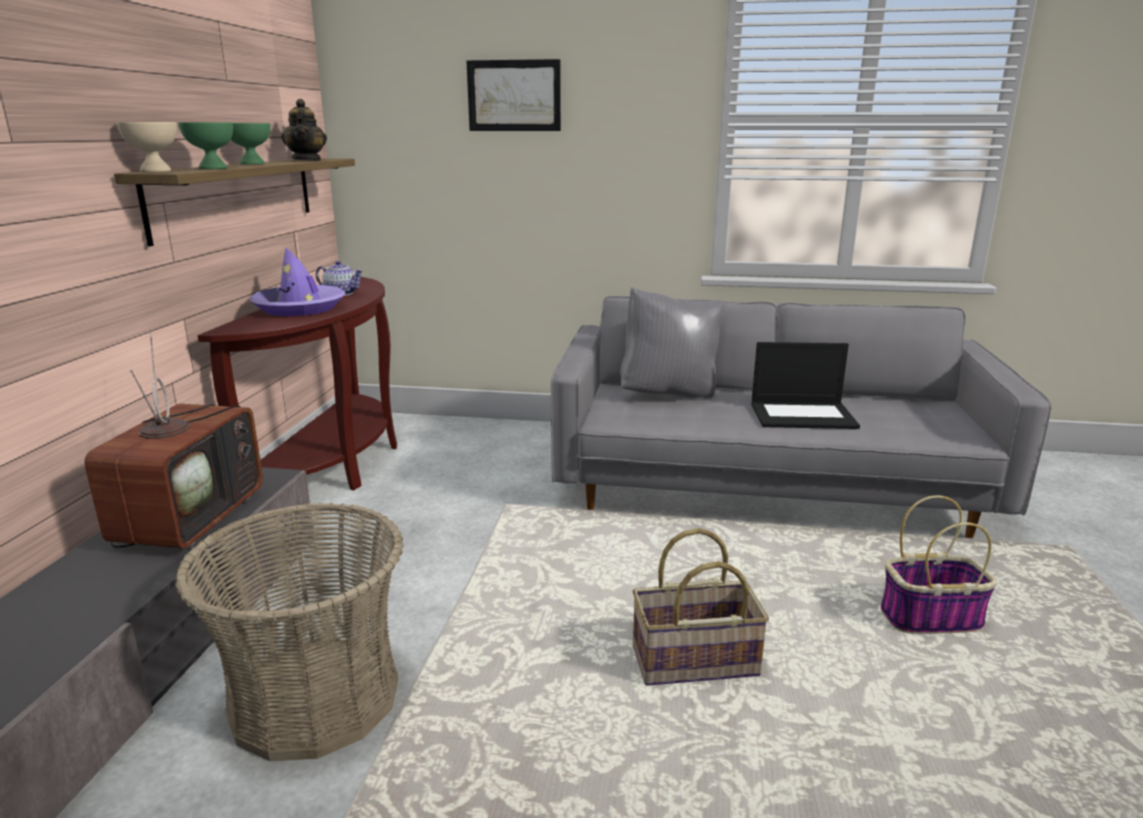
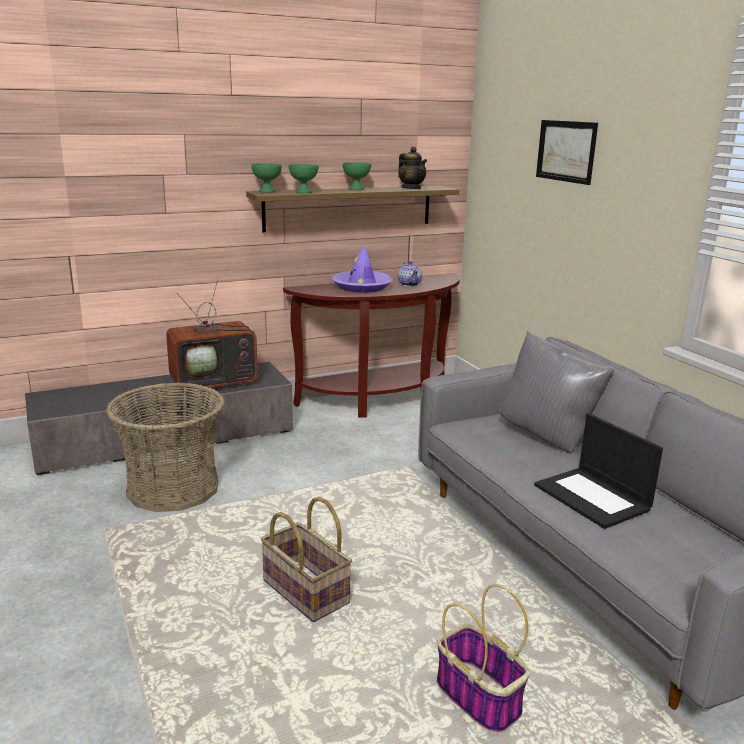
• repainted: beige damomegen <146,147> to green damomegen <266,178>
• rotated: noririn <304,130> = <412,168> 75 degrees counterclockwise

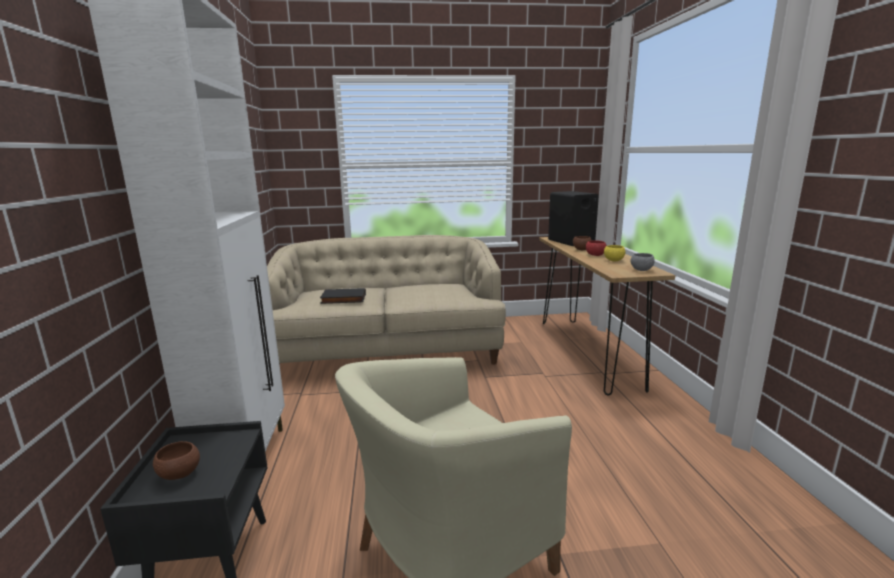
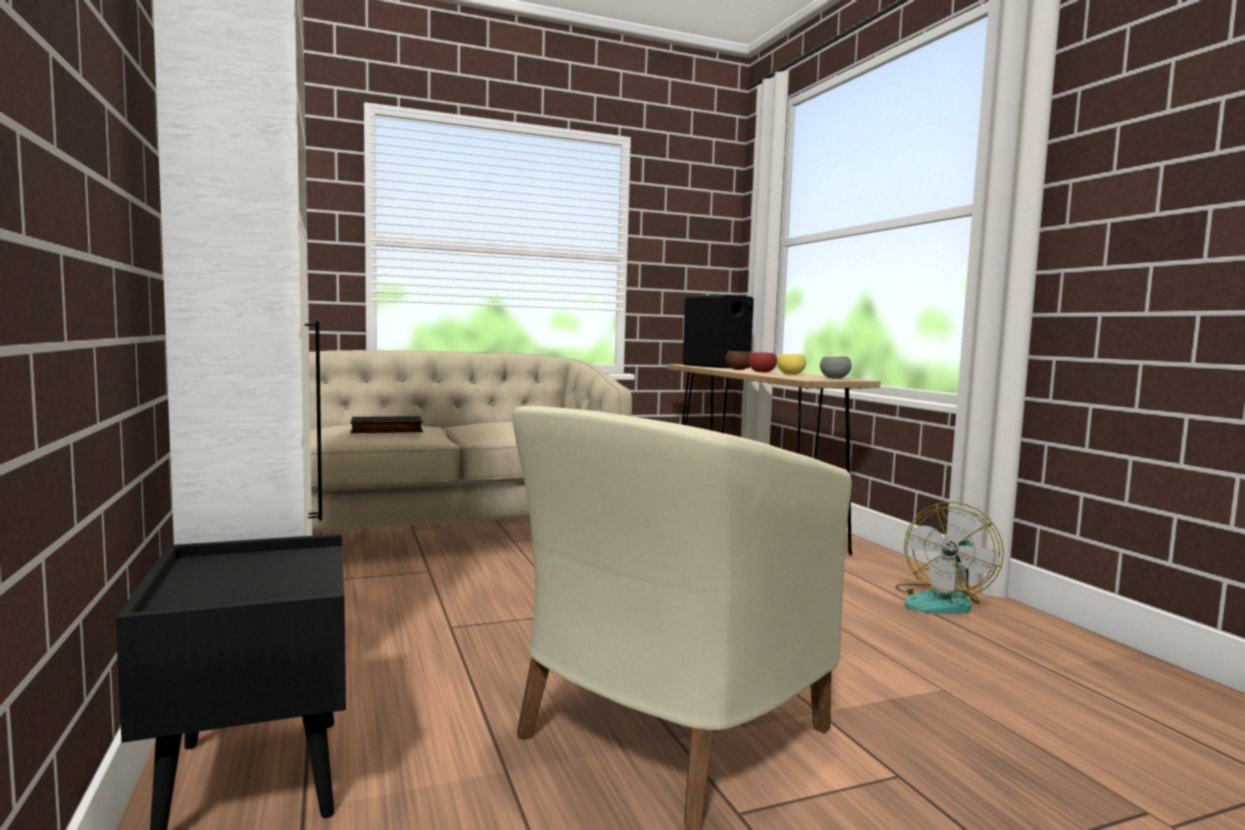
• new: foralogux <949,558>
• gone: brown damomegen <176,460>

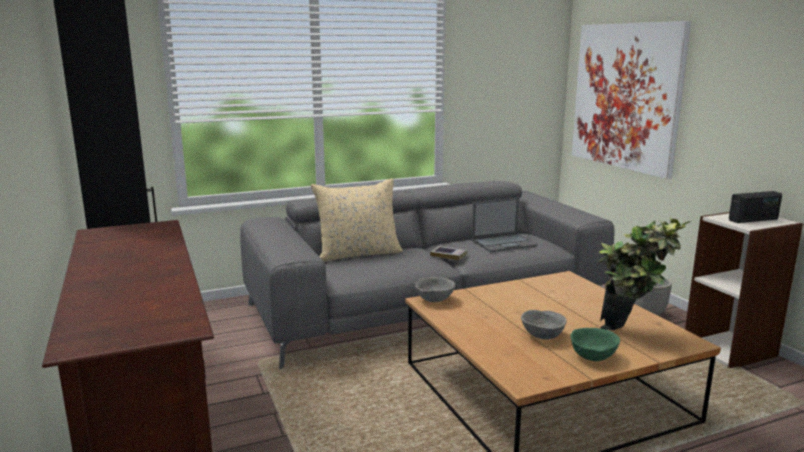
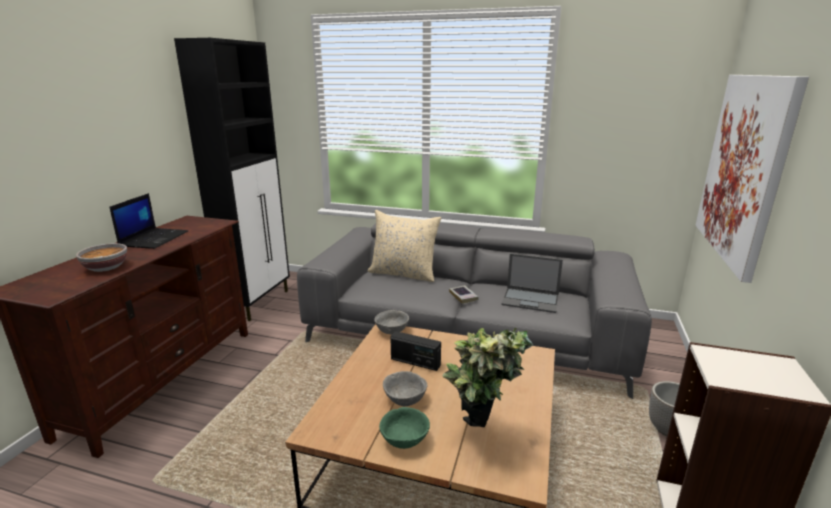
• new: damomegen <101,257>
• new: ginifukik <149,221>
• shifted: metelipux <755,207> to <415,351>

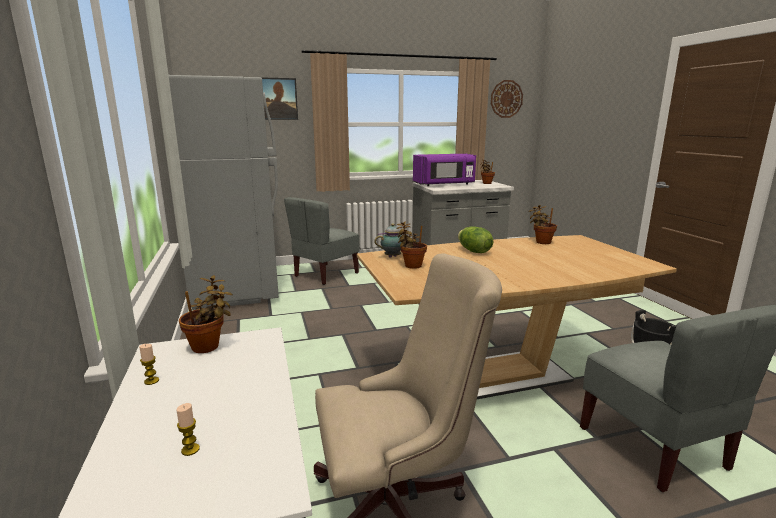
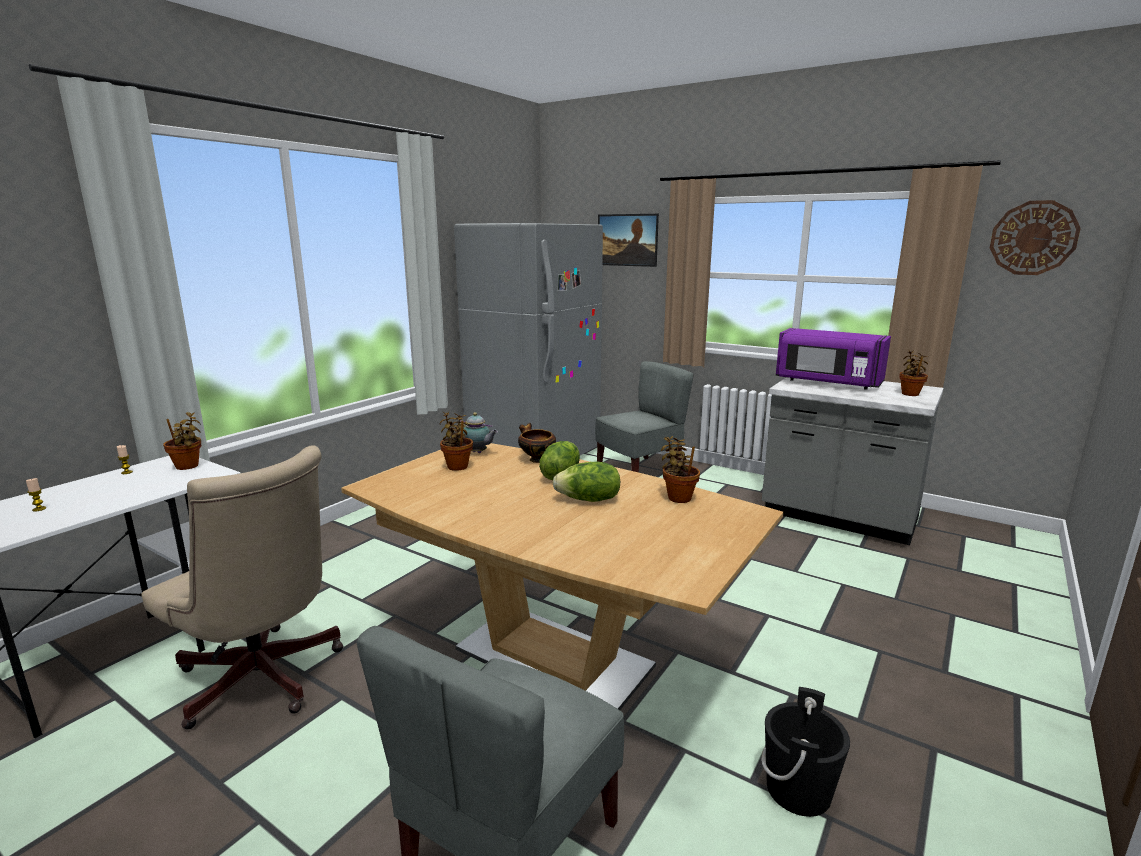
• new: damomegen <537,443>
• new: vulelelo <587,482>
• rotated: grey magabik <322,241> = <644,416> 150 degrees clockwise

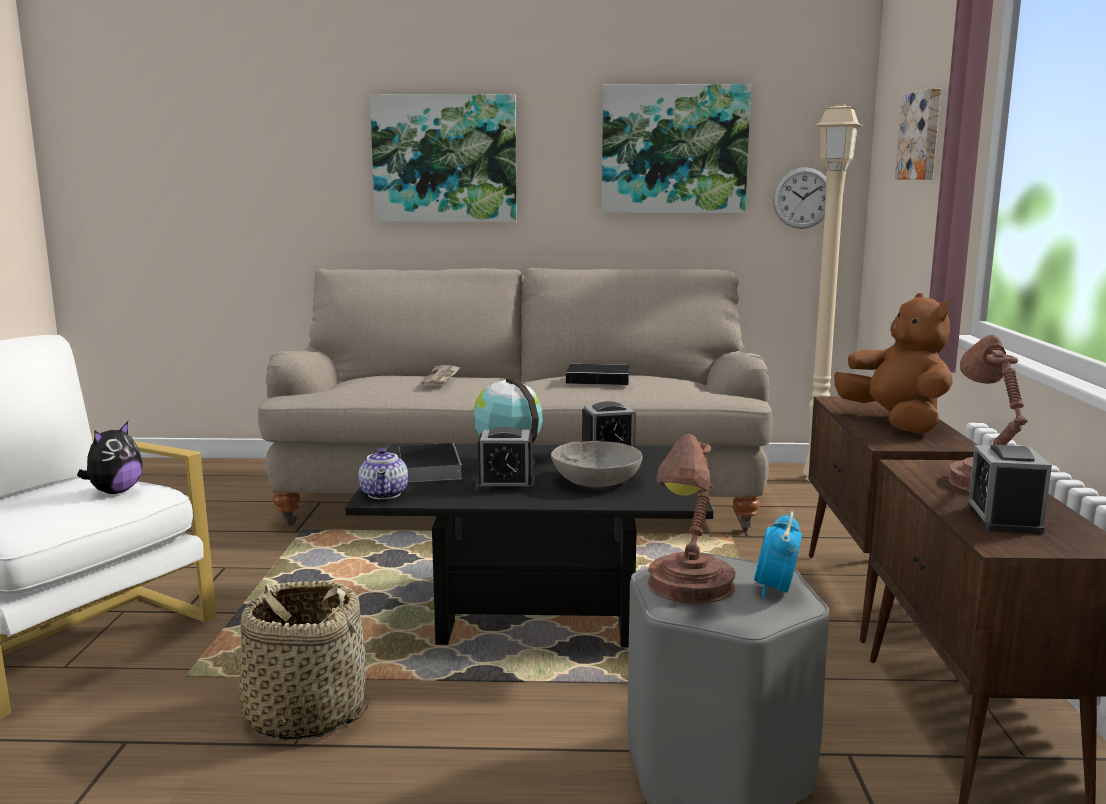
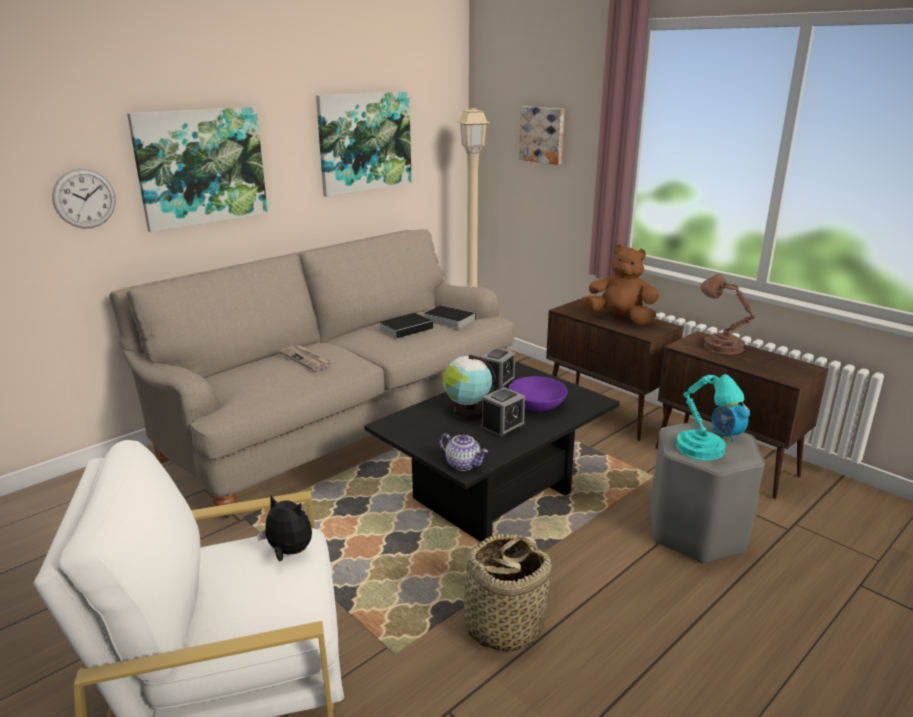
• shifted: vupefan <799,198> to <84,198>
• rotated: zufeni <110,457> = <284,528> 45 degrees counterclockwise
• shifted: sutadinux <430,463> to <450,317>
• repainted: grey damomegen <597,464> to purple damomegen <538,394>
• repainted: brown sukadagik <691,519> to turquoise sukadagik <710,417>
• gone: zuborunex <1009,489>

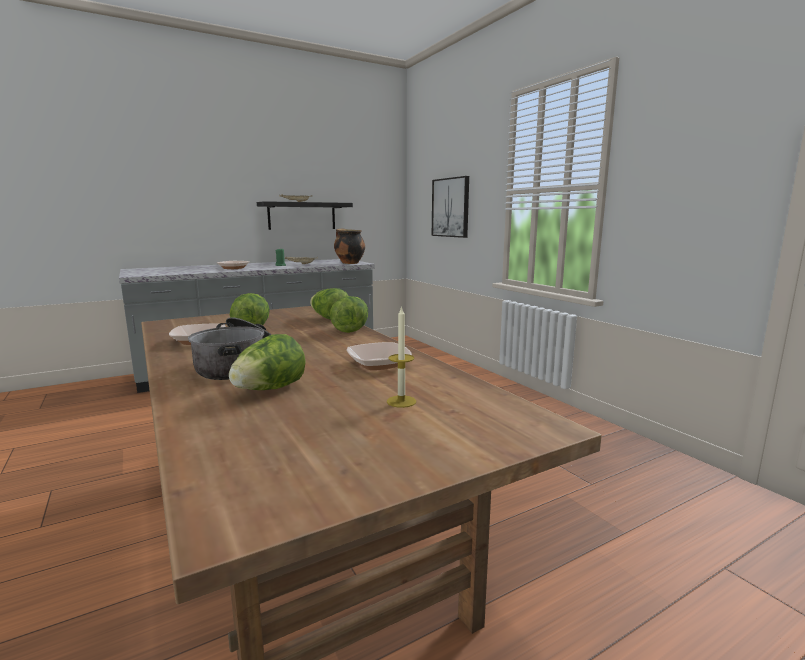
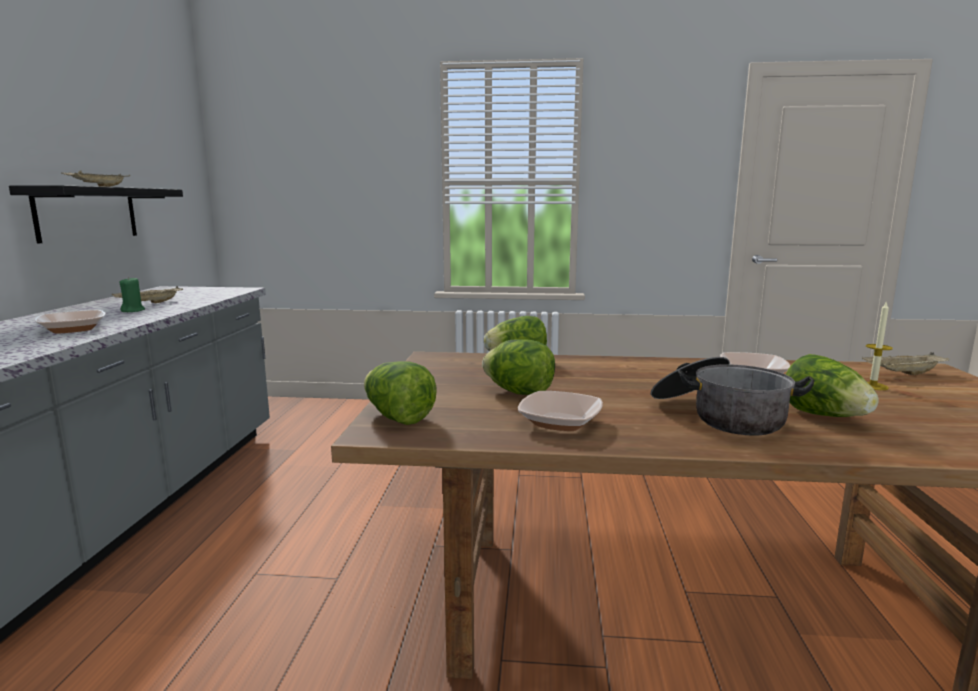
• shifted: vulelelo <349,314> to <400,393>
• new: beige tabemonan <905,363>
• gone: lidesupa <349,246>
• gone: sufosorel <450,207>

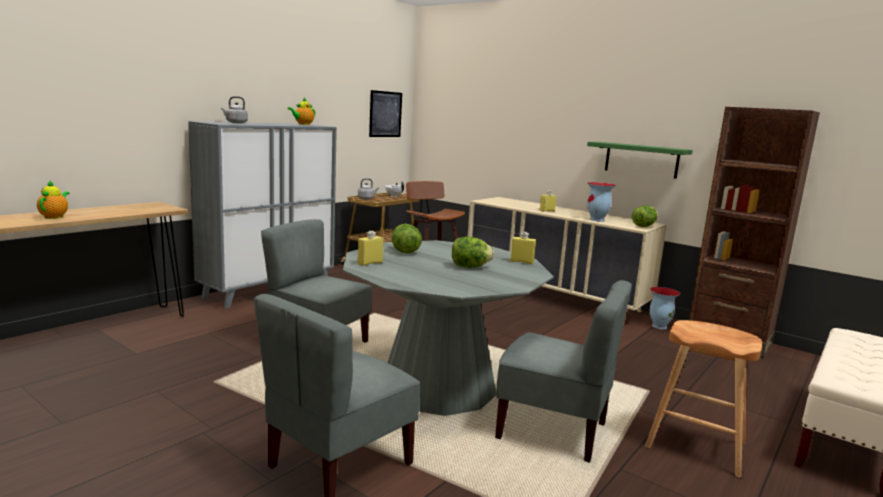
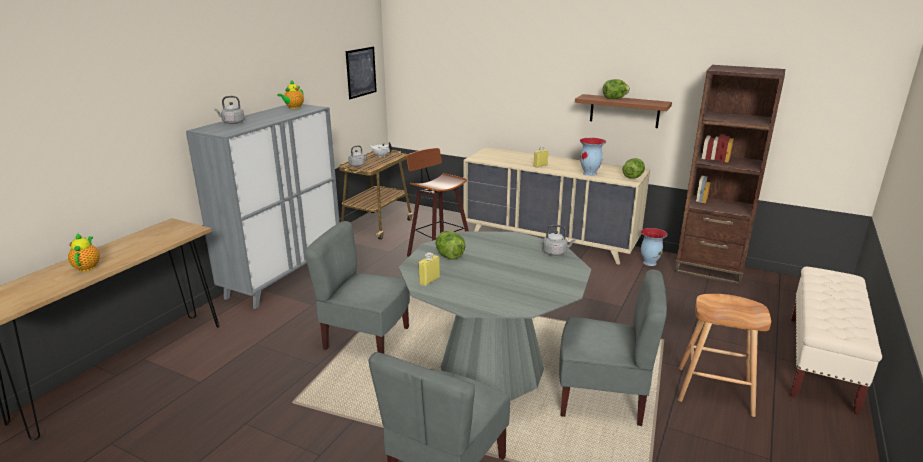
• swapped: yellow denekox <523,248> to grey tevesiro <559,240>
• repainted: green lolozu <640,160> to brown lolozu <623,111>
• shifted: vulelelo <473,252> to <616,89>

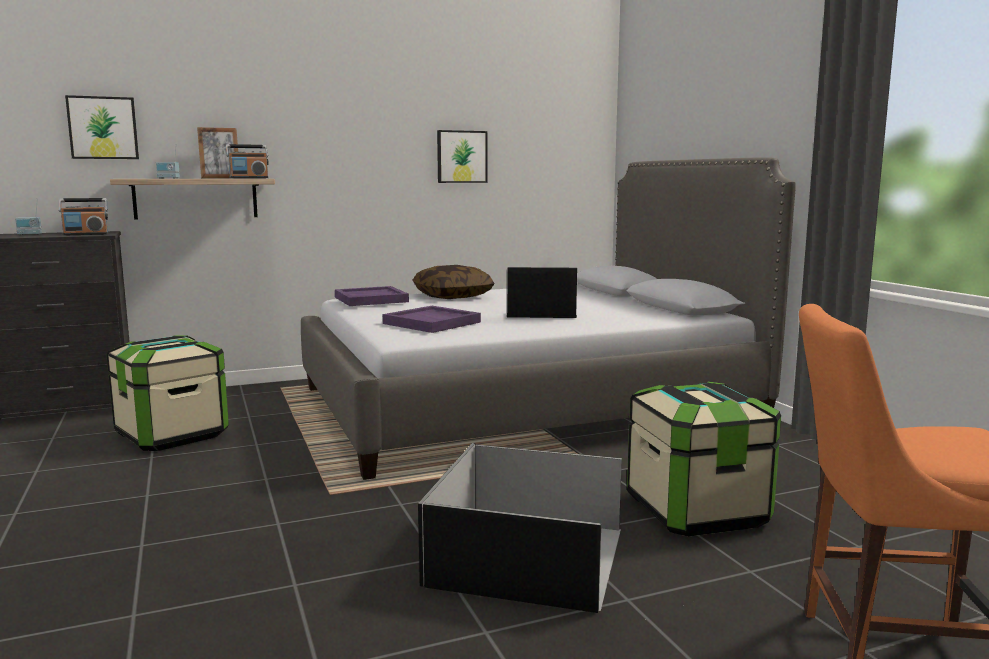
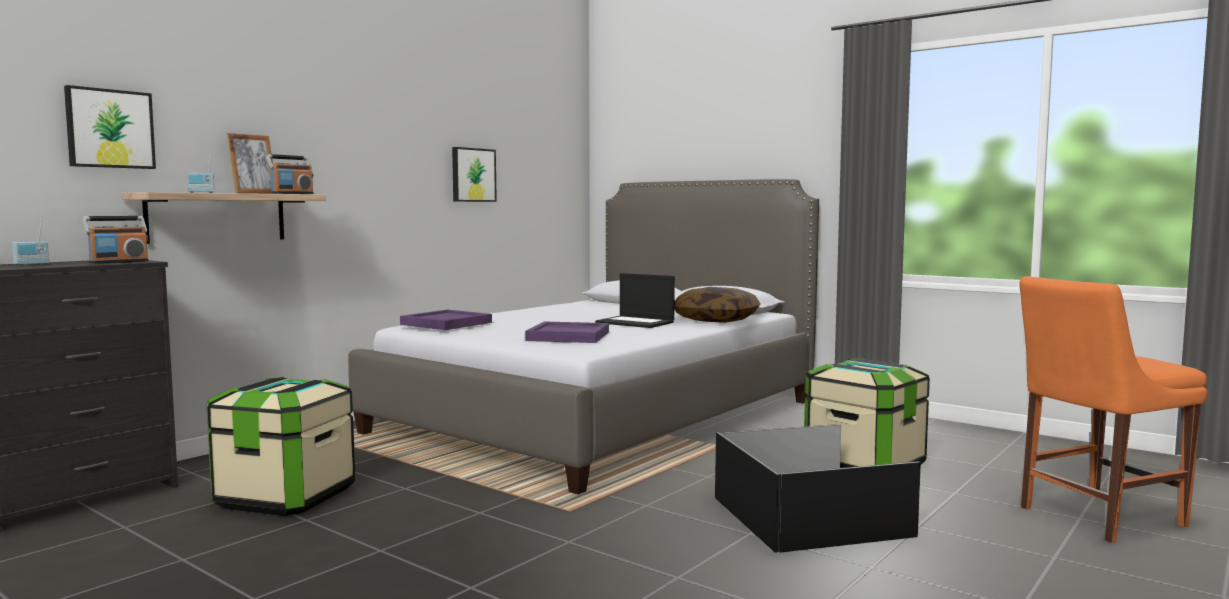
• rotated: ginifukik <542,292> = <635,300> 120 degrees counterclockwise
• shifted: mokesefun <453,282> to <717,305>

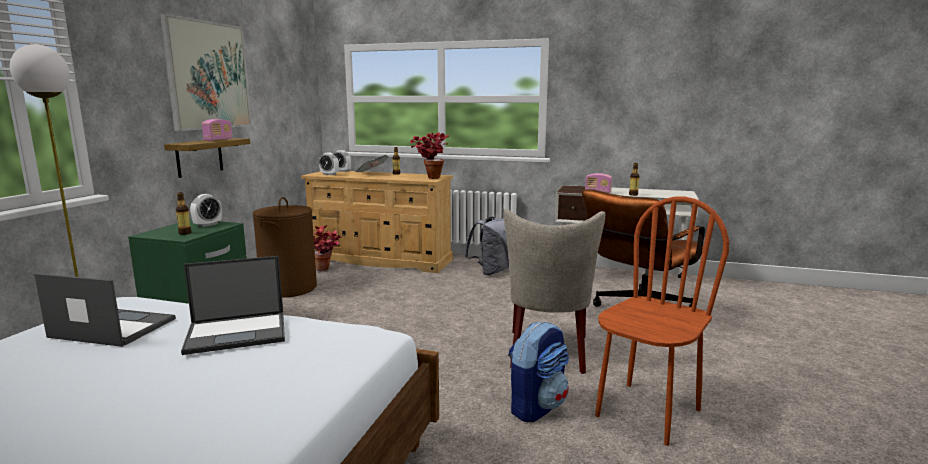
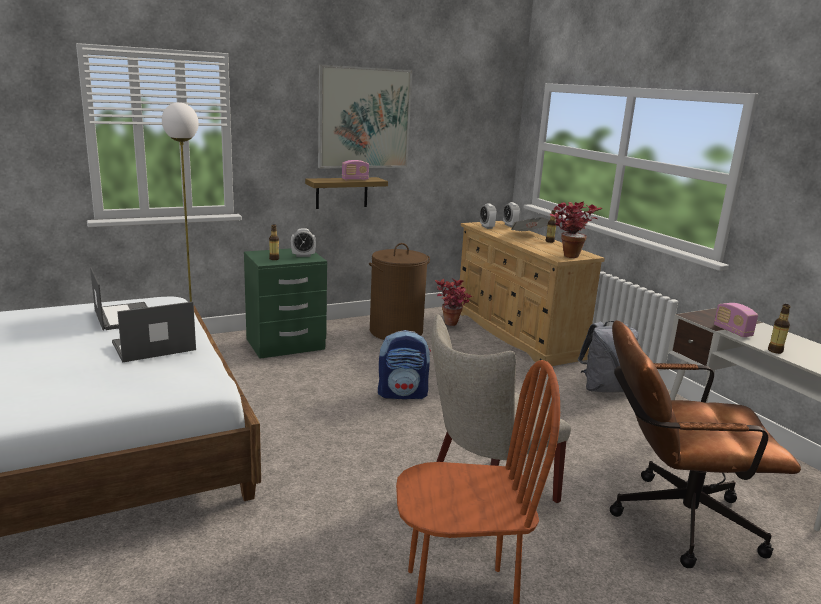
• rotated: ginifukik <233,305> = <154,332> 120 degrees clockwise
• shifted: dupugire <538,371> to <404,364>

